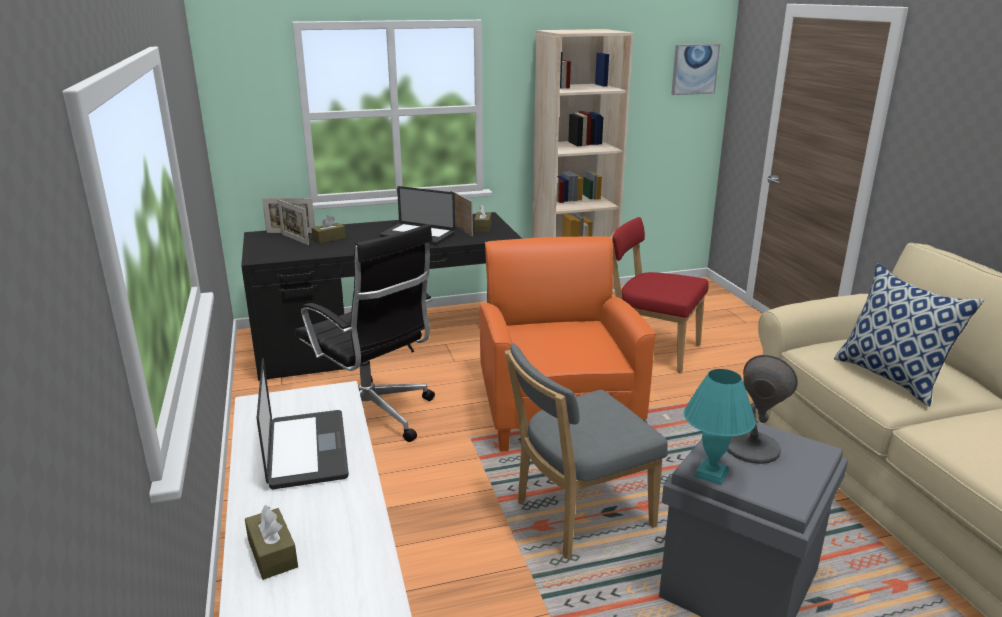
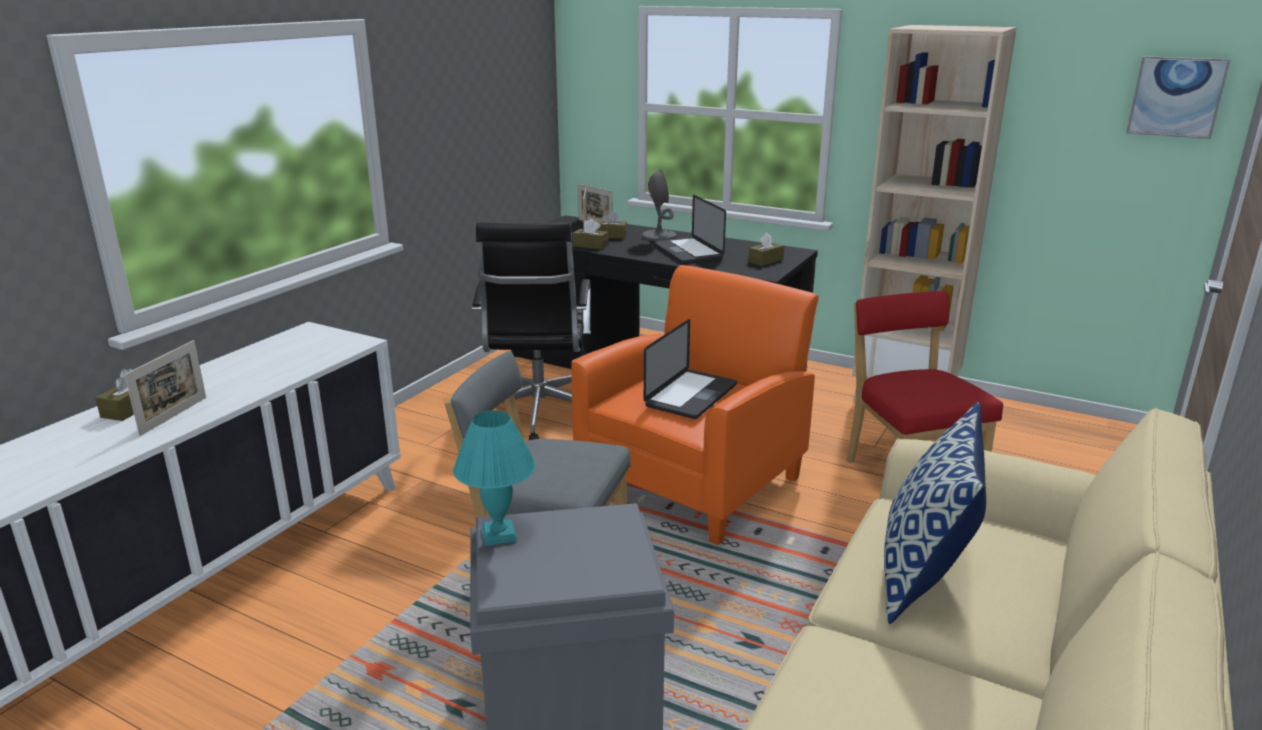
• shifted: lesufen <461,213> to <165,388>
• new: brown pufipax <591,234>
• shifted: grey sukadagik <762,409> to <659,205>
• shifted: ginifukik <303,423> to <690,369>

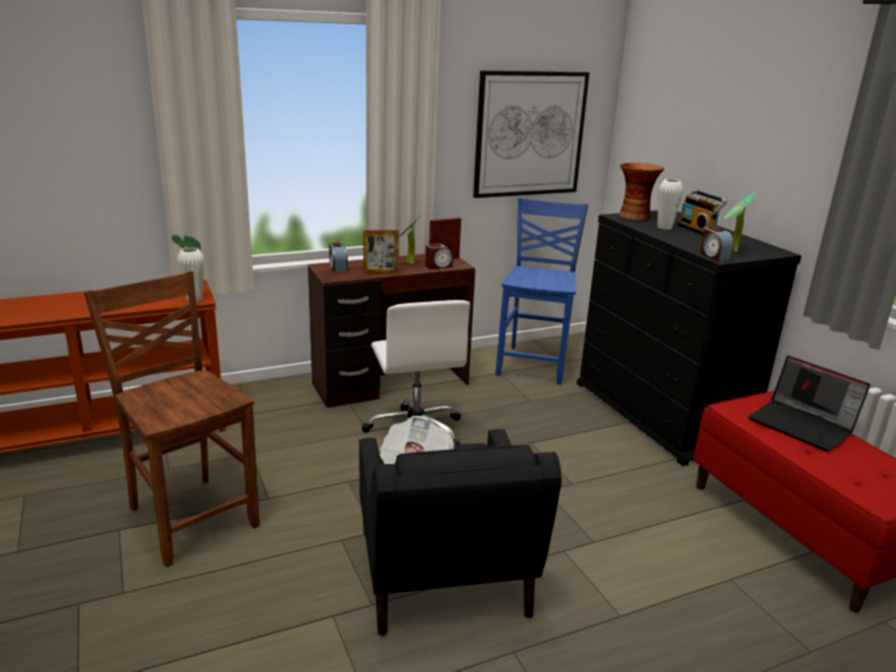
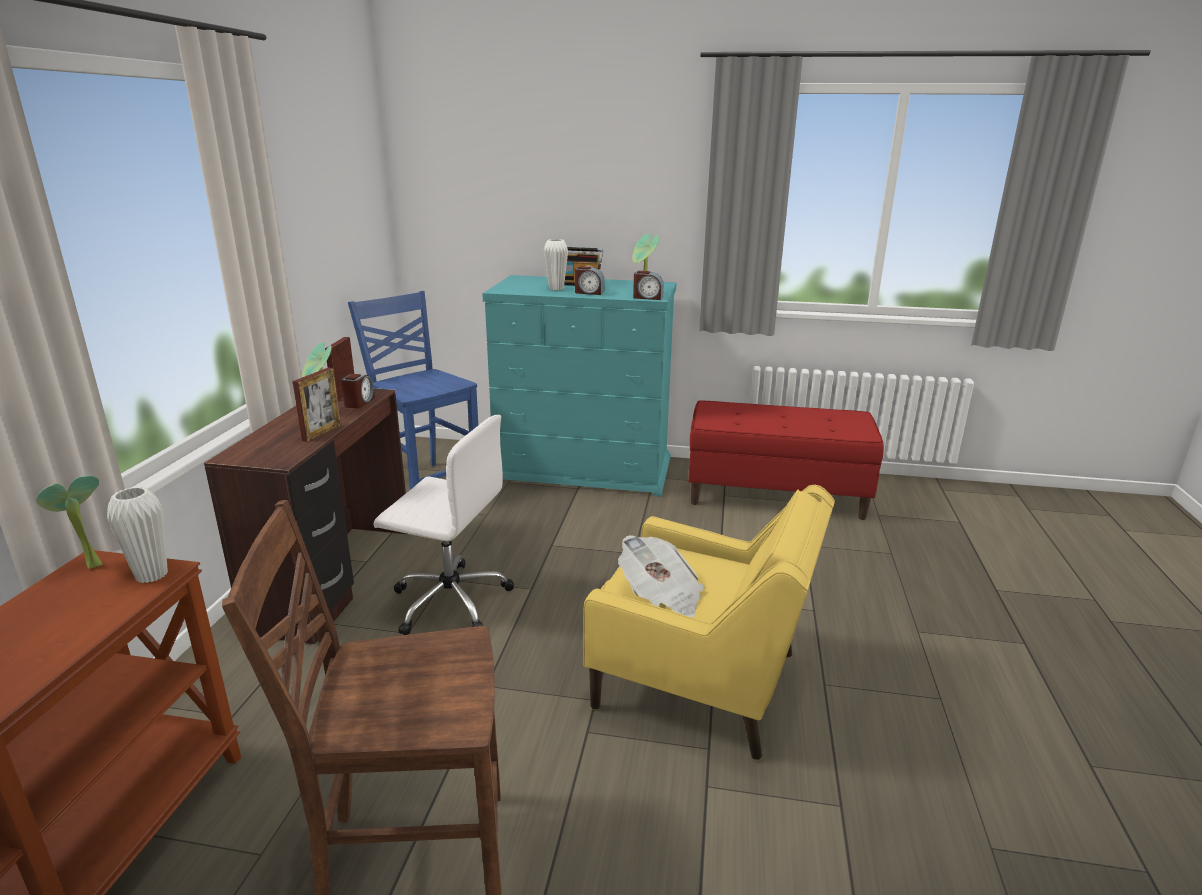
• repainted: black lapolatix <689,338> to turquoise lapolatix <579,386>
• shifted: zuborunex <338,257> to <589,280>
• repainted: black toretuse <460,532> to yellow toretuse <709,622>
• gone: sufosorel <531,134>
• gone: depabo <641,192>
• gone: ginifukik <809,404>

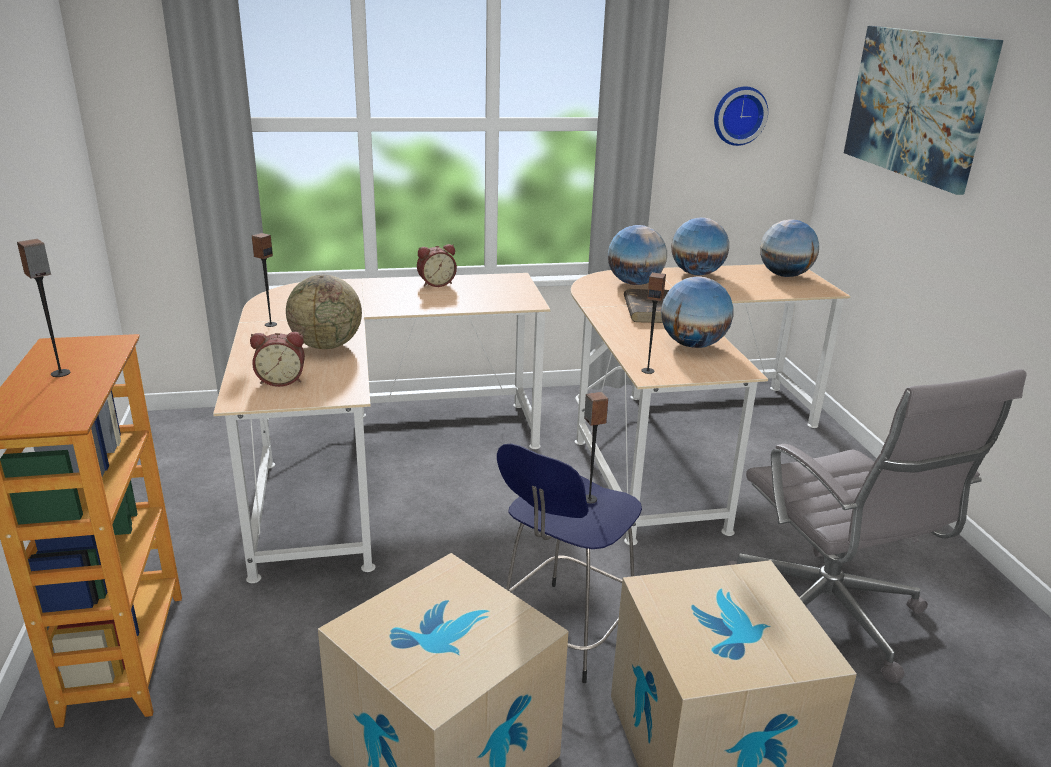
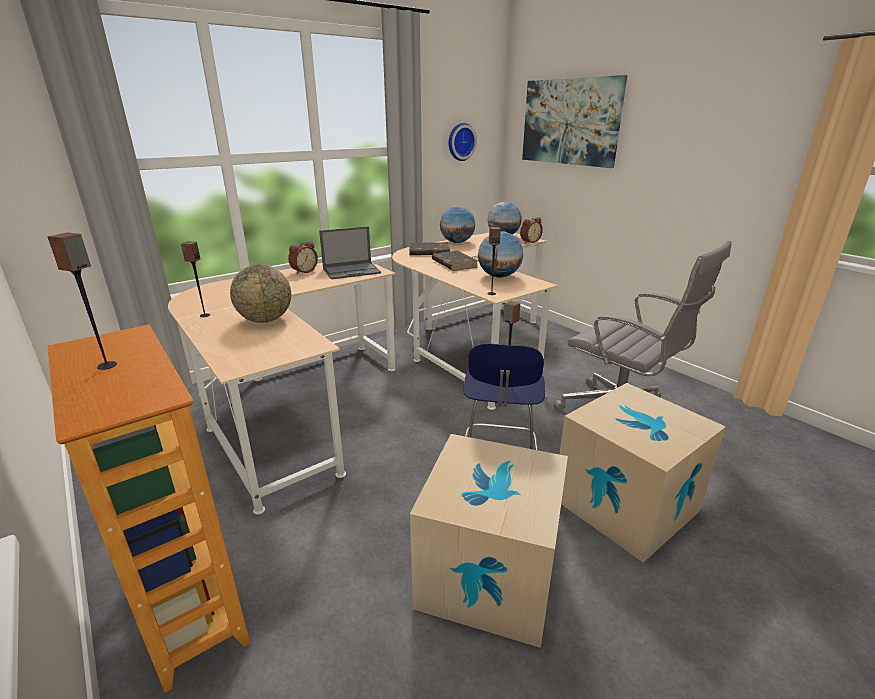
• new: ginifukik <350,252>
• swapped: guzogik <637,255> to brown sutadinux <429,248>
• shifted: zuborunex <277,359> to <531,230>

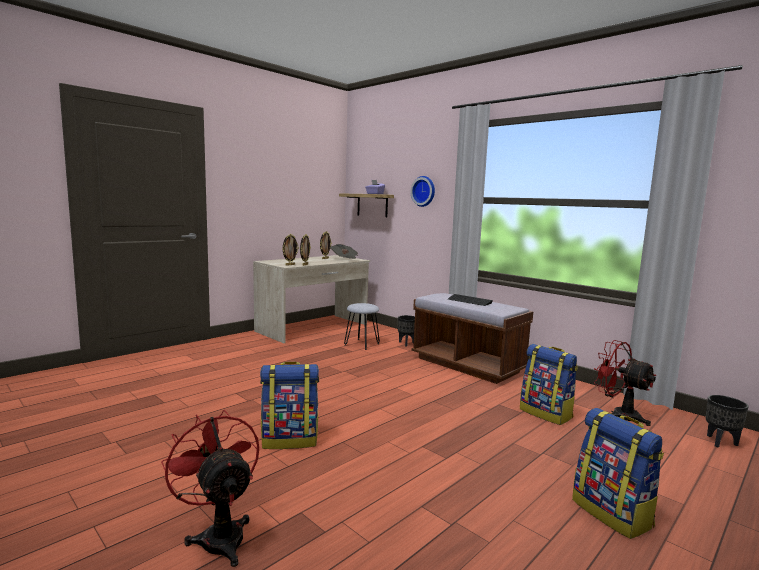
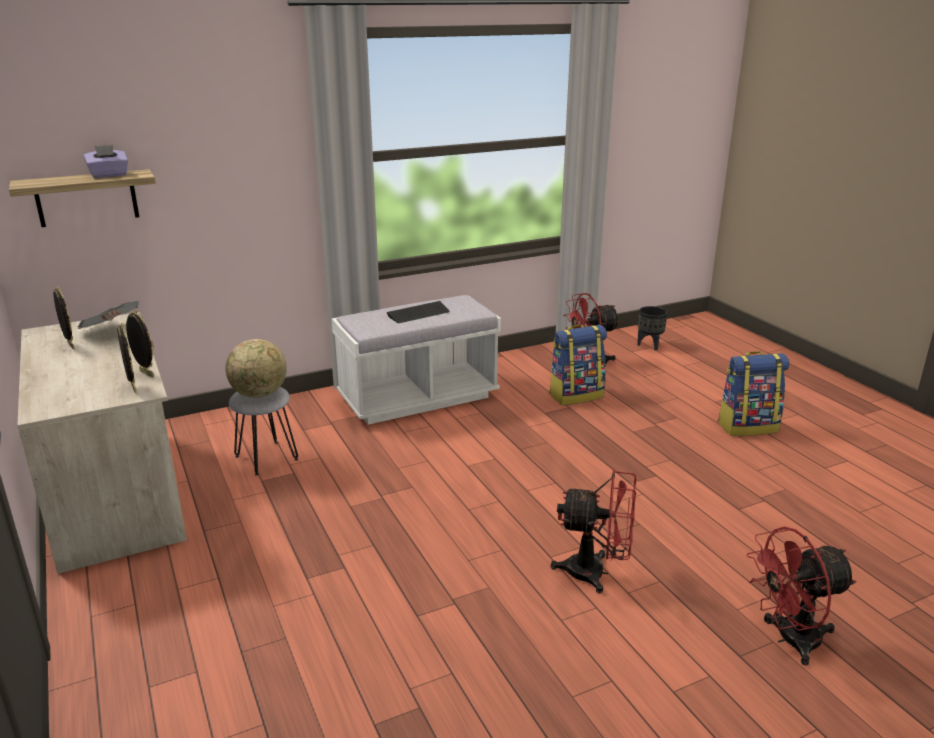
• new: guzogik <256,368>
• repainted: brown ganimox <472,338> to white ganimox <416,360>
• swapped: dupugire <289,405> to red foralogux <593,531>
• gone: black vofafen <406,330>
• gone: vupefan <422,191>

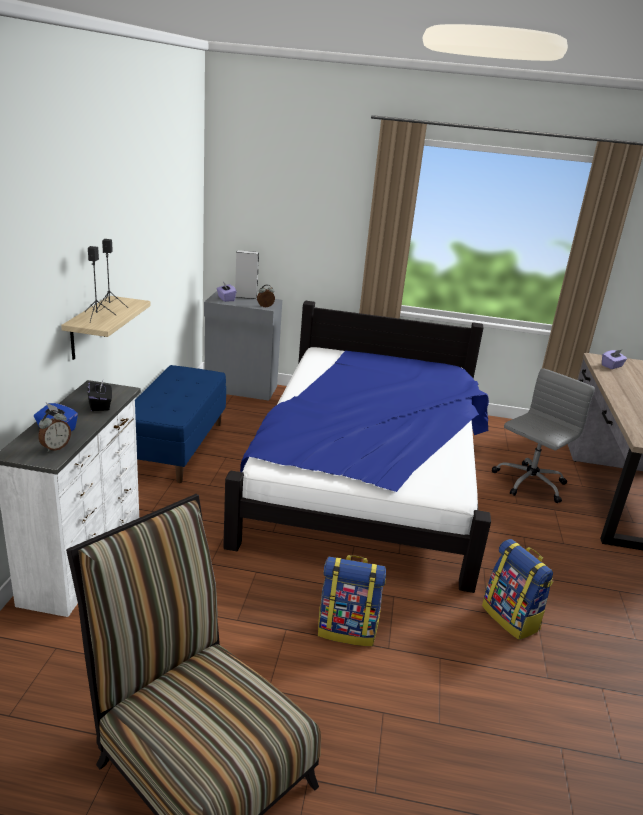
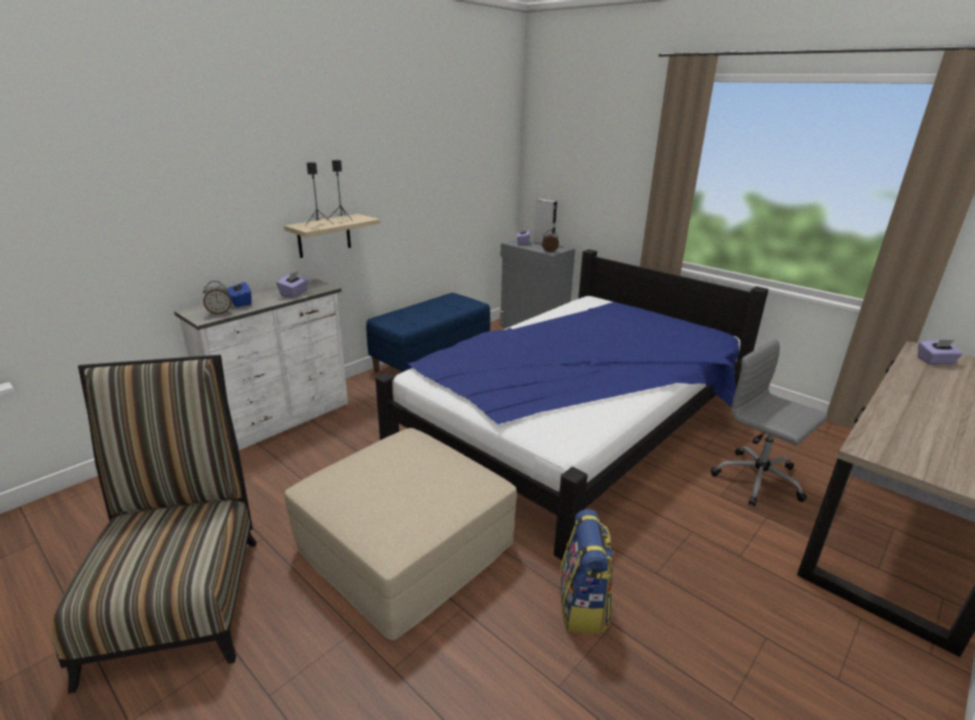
• repainted: black pufipax <100,396> to purple pufipax <292,284>
• swapped: dupugire <352,600> to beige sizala <400,534>
• rotated: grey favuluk <543,435> = <769,422> 120 degrees counterclockwise

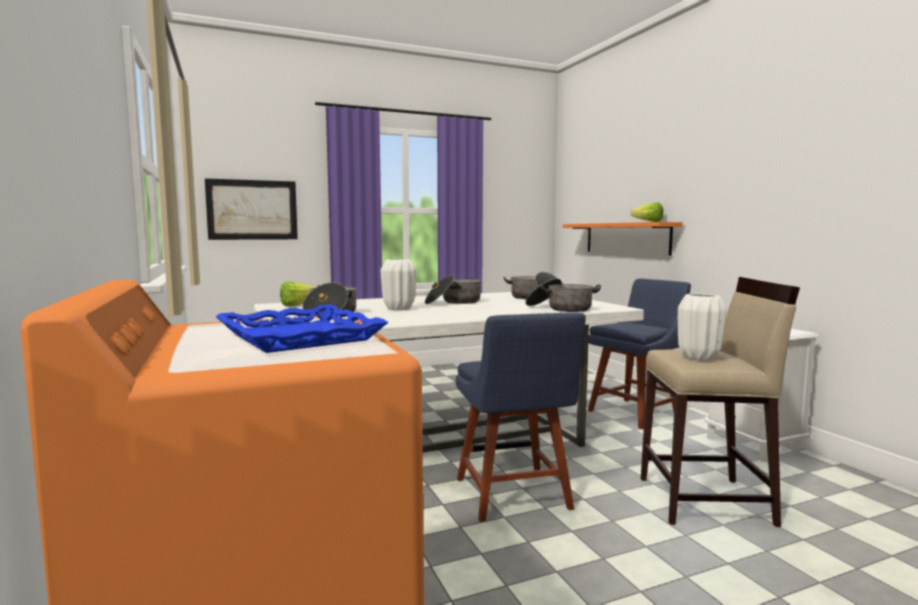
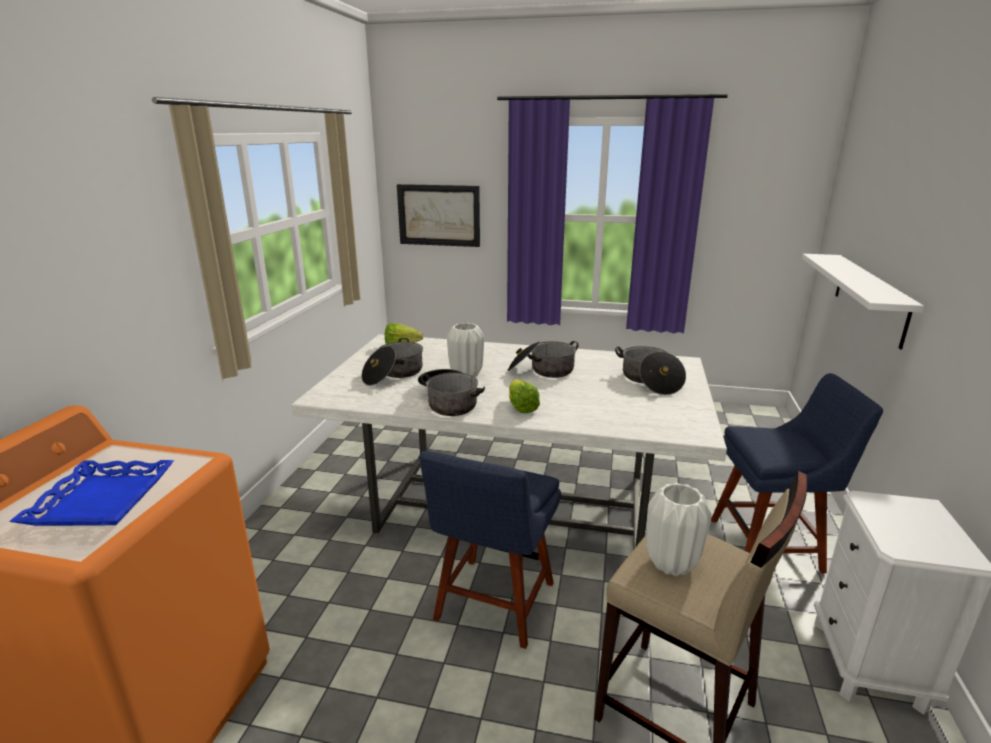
• shifted: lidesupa <563,295> to <451,392>
• shifted: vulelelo <647,212> to <524,396>
• repainted: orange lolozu <623,239> to white lolozu <863,302>

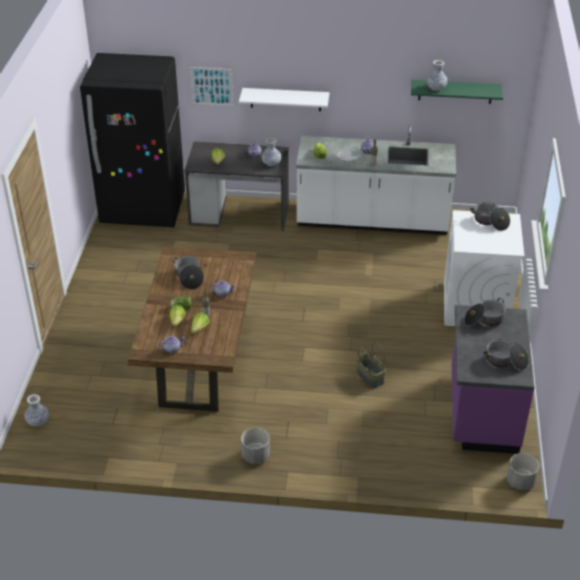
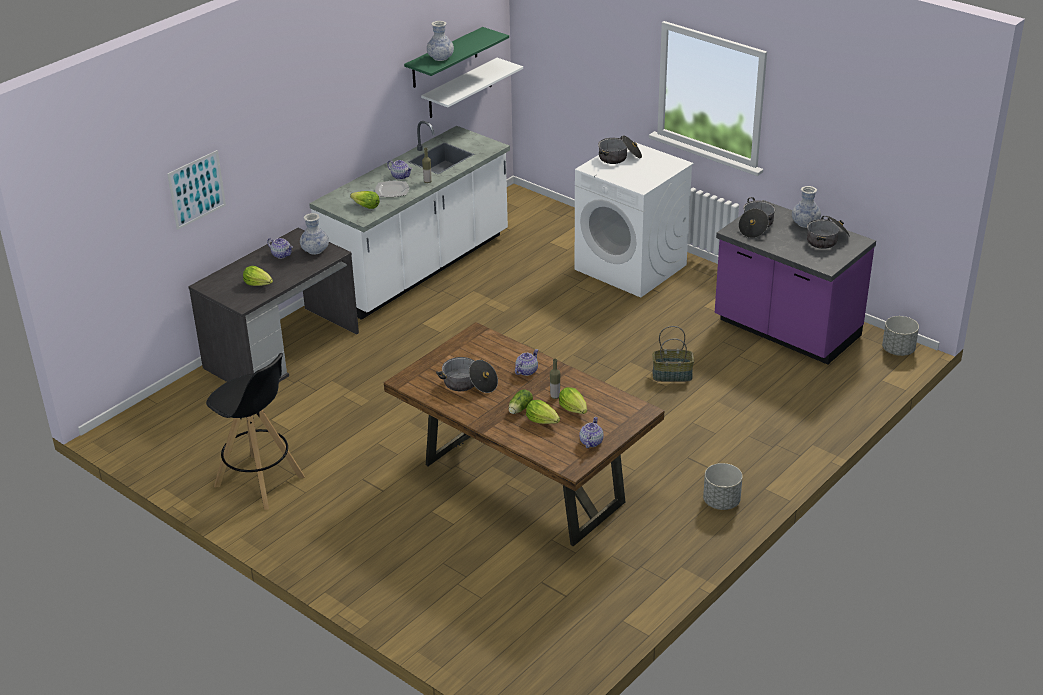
• new: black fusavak <255,431>
• shifted: white lolozu <284,99> to <472,88>
• shifted: depabo <37,410> to <806,207>
• gone: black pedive <132,140>

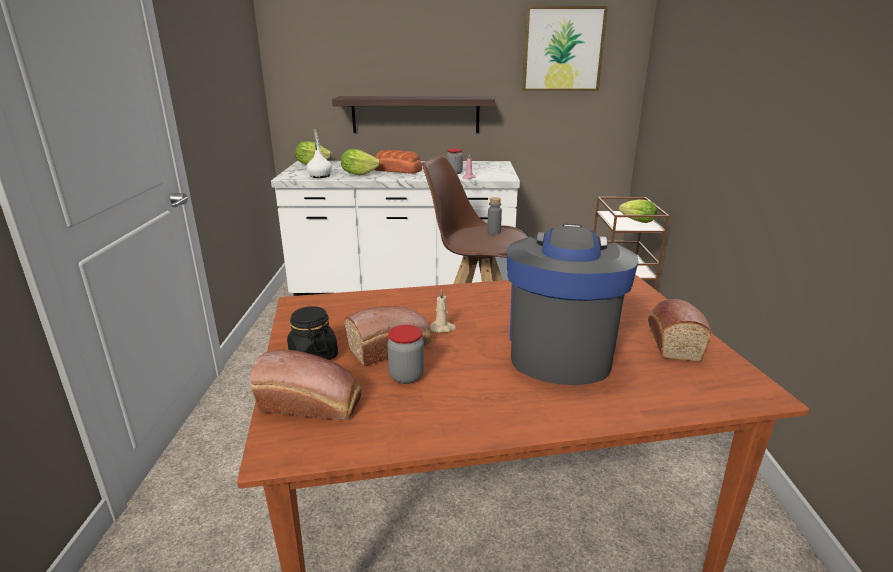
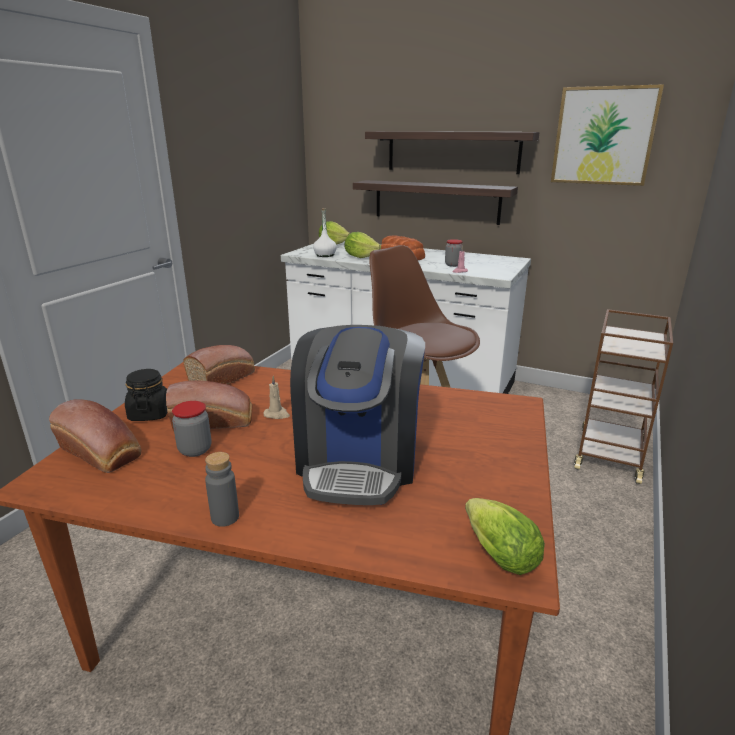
• shifted: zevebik <679,330> to <219,365>
• shifted: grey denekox <494,215> to <222,489>
• rotated: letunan <572,304> = <357,415> 150 degrees clockwise
• new: lolozu <452,152>
• shifted: vulelelo <638,211> to <505,536>

